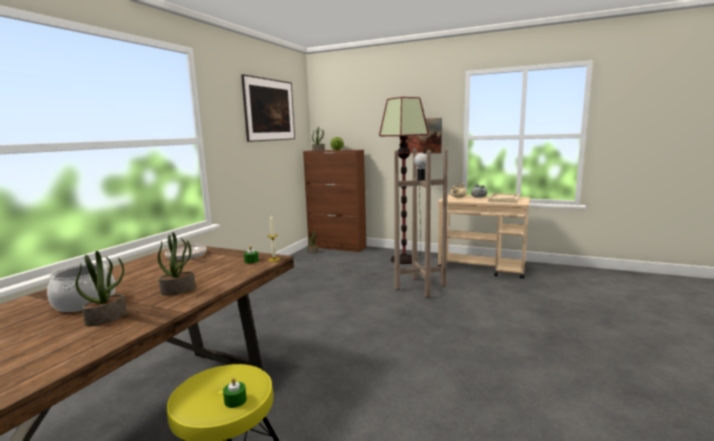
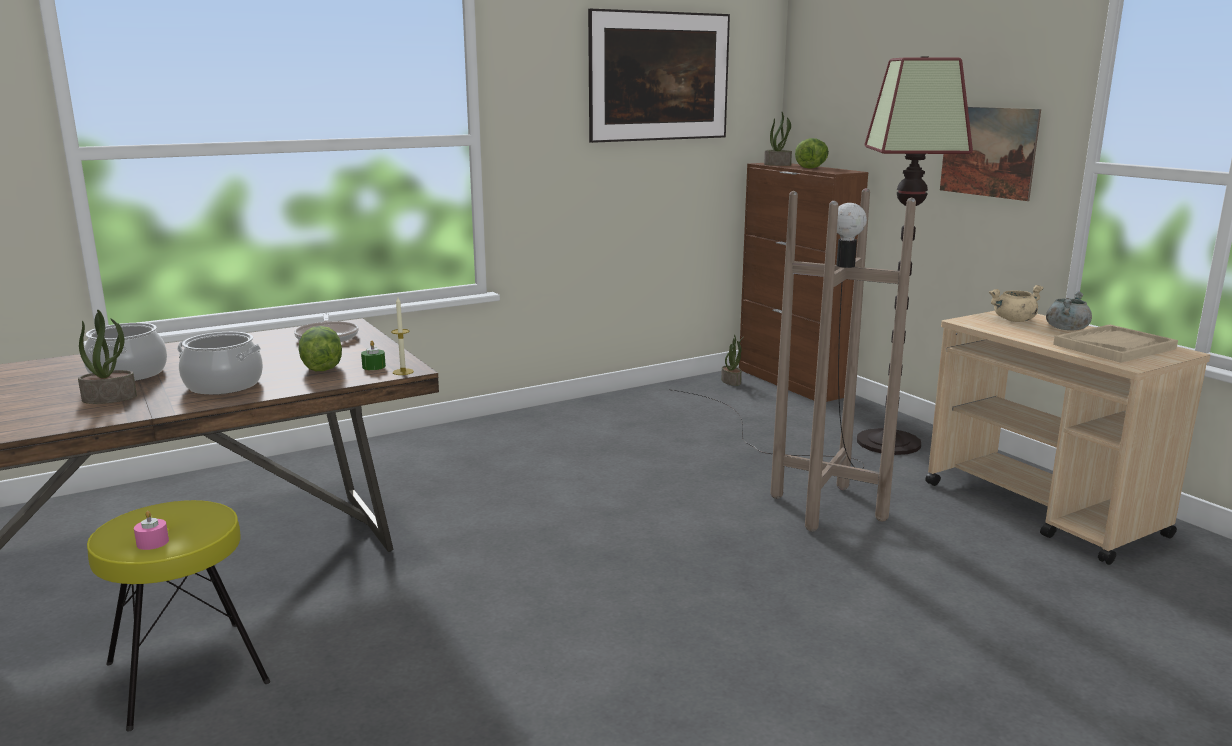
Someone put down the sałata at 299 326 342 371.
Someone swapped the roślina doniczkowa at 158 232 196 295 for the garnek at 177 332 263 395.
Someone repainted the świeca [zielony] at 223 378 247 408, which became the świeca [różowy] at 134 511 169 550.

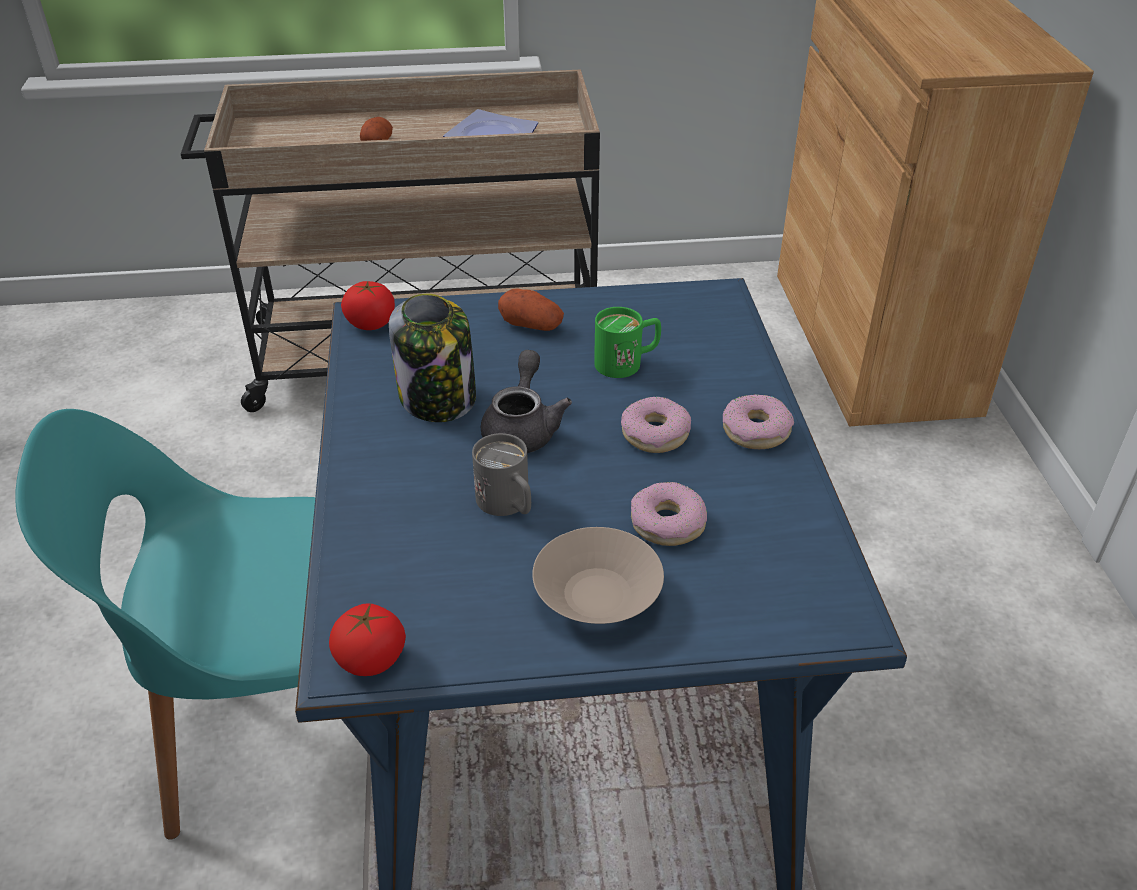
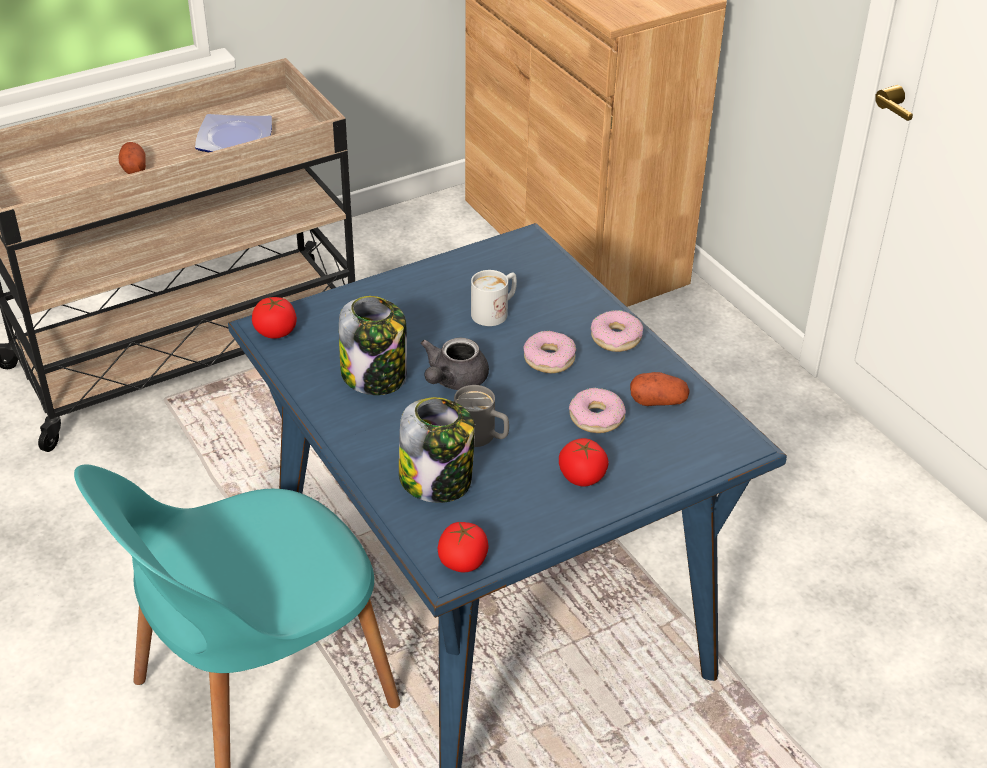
Someone put down the słoik at 399 397 475 503.
Someone carried the ziemniak from 498 289 564 331 to 630 372 690 406.
Someone swapped the miska [beżowy] at 532 527 664 624 for the pomidor at 559 438 609 486.
Someone repainted the kubek [zielony] at 594 307 661 378, which became the kubek [biały] at 471 270 517 326.
Someone rotated the imbryk [szary] at 481 350 572 453 by 135 degrees counterclockwise.

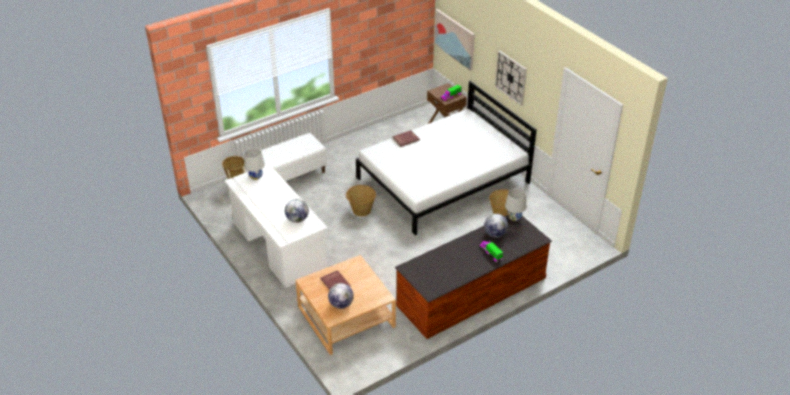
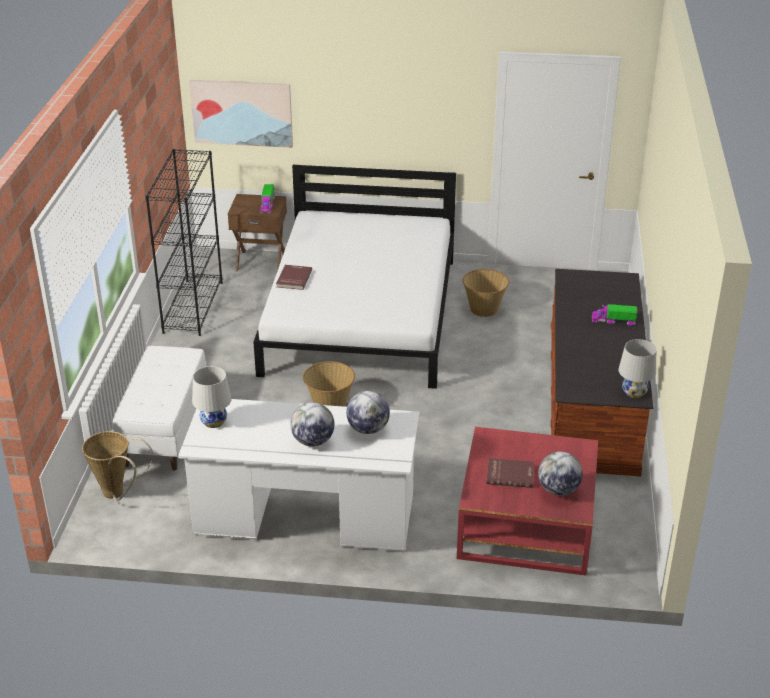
Someone took away the zegar ścienny at 495 50 527 106.
Someone put down the regał [czarny] at 145 149 223 336.
Someone carried the globus from 484 214 508 238 to 290 402 335 447.
Someone carried the lampa stołowa [biały] from 505 188 526 221 to 619 339 656 398.
Someone repainted the ława [beżowy] at 295 255 396 355, which became the ława [czerwony] at 457 427 598 576.

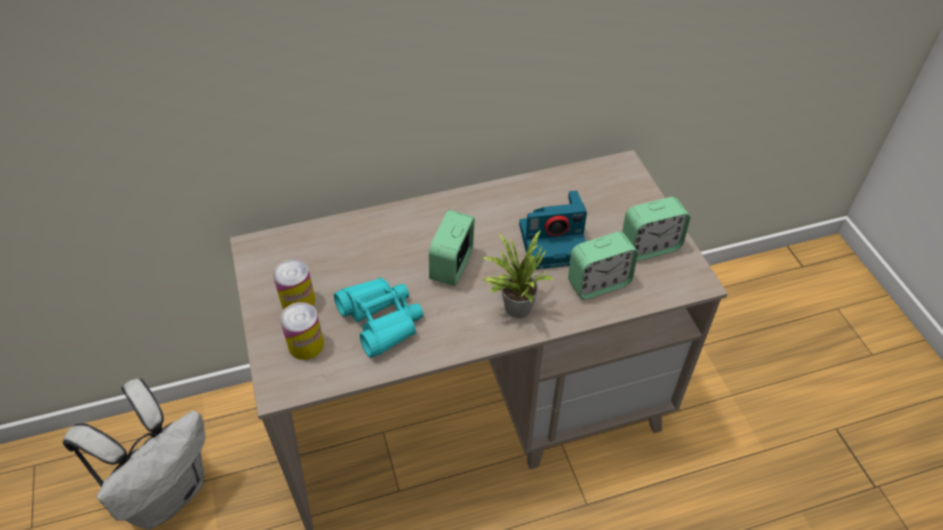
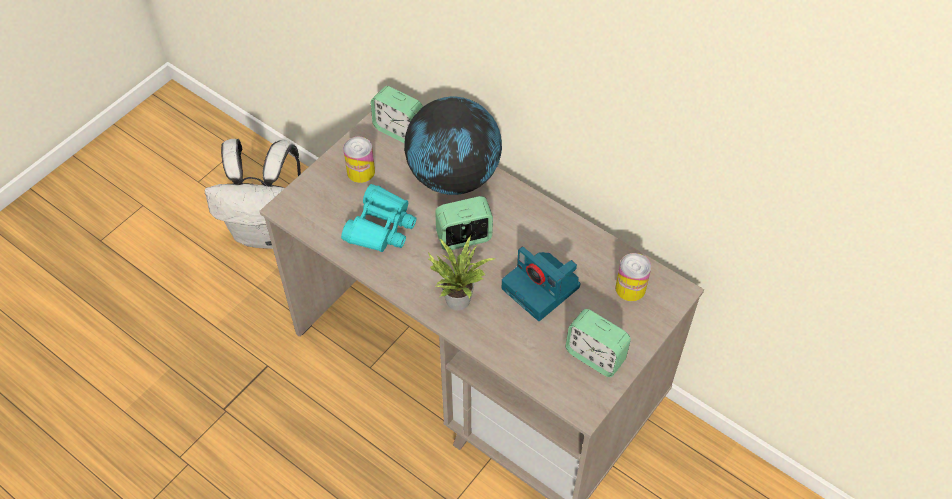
Someone put down the globus at 404 97 502 195.
Someone carried the puszka from 280 302 324 360 to 615 253 651 301.
Someone carried the budzik from 568 232 638 300 to 371 86 423 144.

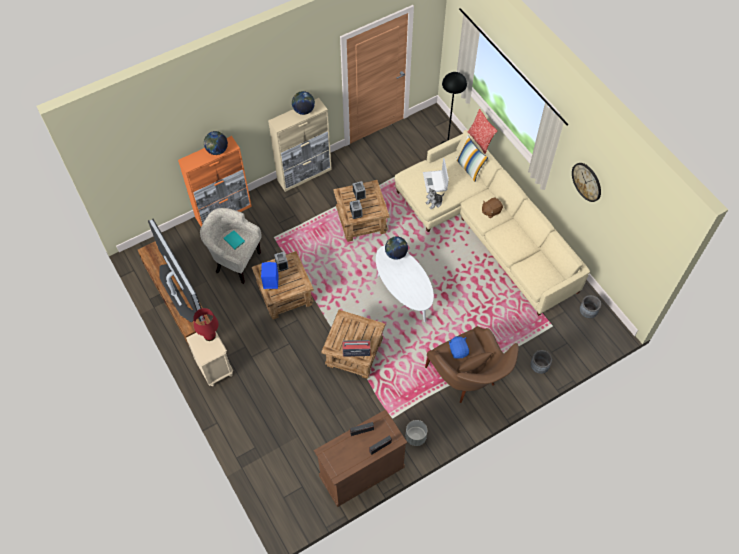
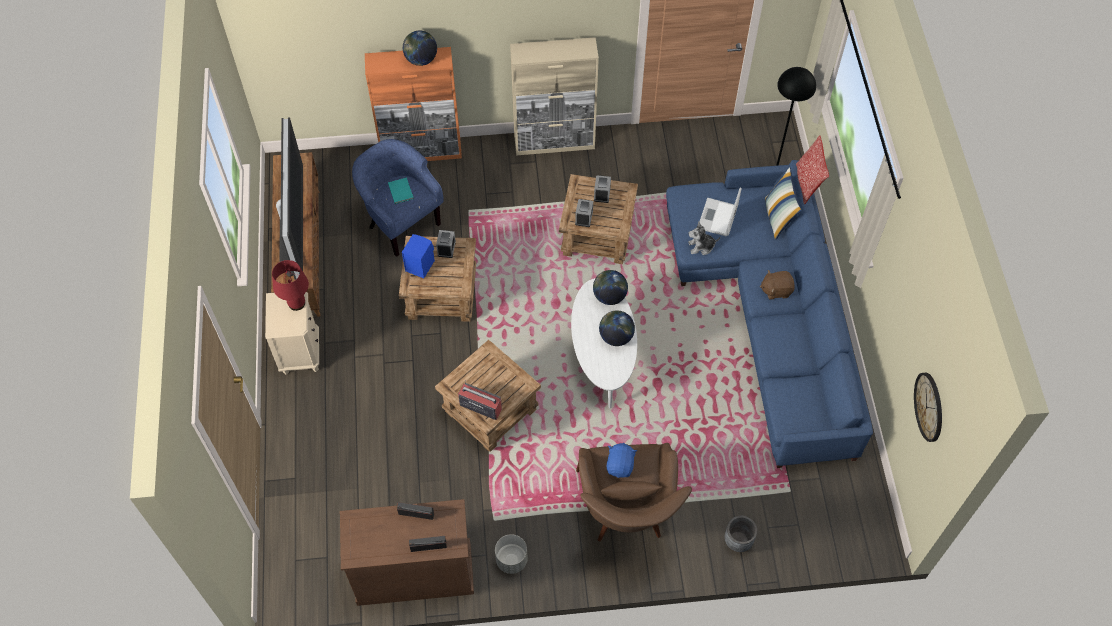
Someone took away the donica [szary] at 580 295 601 318.
Someone carried the globus from 292 91 315 115 to 599 311 635 346.
Someone carried the zegar ścienny from 572 163 601 202 to 914 373 942 442.
Someone repainted the fotel [beżowy] at 200 208 262 284, which became the fotel [niebieski] at 352 139 444 257.
Someone repainted the kanapa [beżowy] at 395 130 590 316, which became the kanapa [niebieski] at 666 160 873 468.

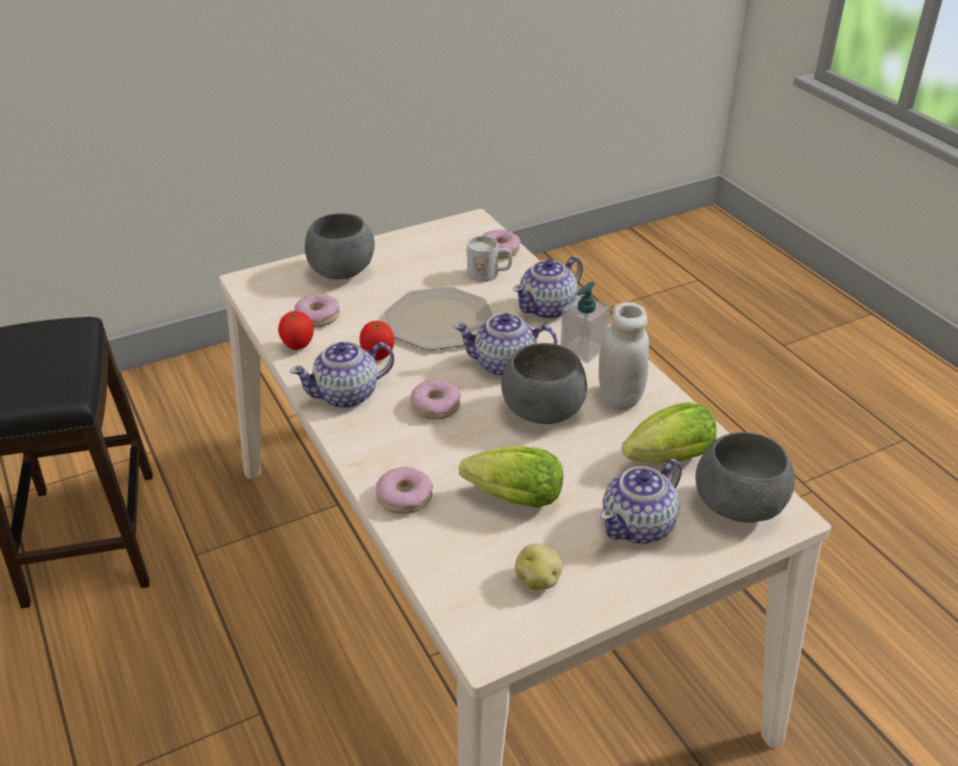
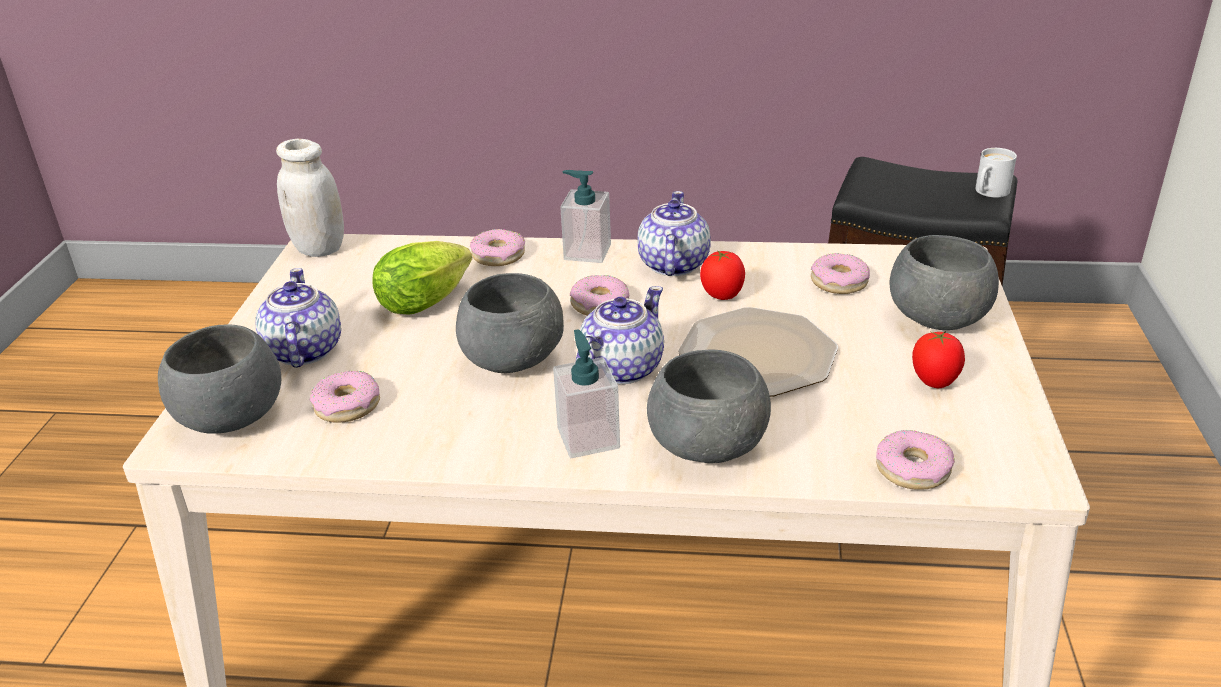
Someone took away the ziemniak at 515 544 562 590.
Someone put down the dozownik mydła at 560 170 611 263.
Someone carried the pomidor from 278 311 314 350 to 912 331 965 388.
Someone carried the kubek [biały] from 467 236 512 282 to 975 148 1017 198.
Someone carried the słoik [biały] from 599 302 649 410 to 276 138 344 257.
Someone swapped the imbryk at 513 256 583 319 for the miska [szary] at 647 350 771 463.
Someone swapped the sałata at 622 403 717 463 for the donut at 310 371 380 423.

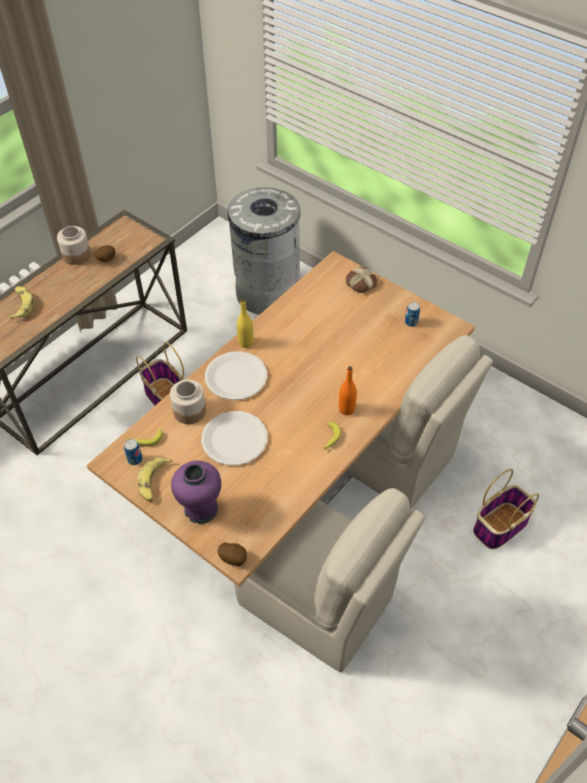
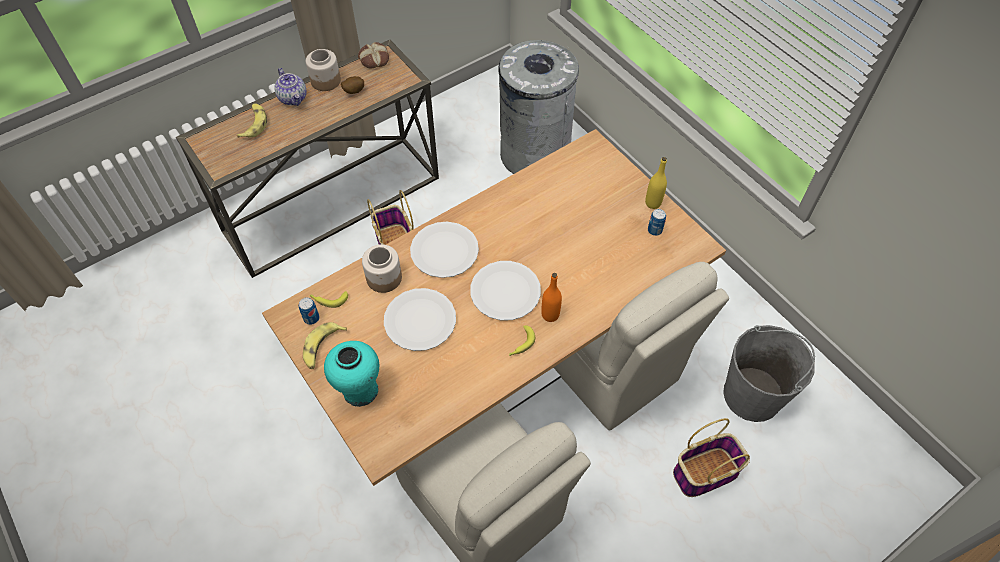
Someone took away the ziemniak at 218 542 247 566.
Someone put down the imbryk at 274 68 307 106.
Someone put down the talerz [biały] at 470 261 541 320.
Someone put down the wiadro [szary] at 723 325 815 422.
Someone carried the butelka [żółty] from 237 299 254 348 to 645 157 667 209.
Someone carried the chleb from 346 267 377 293 to 358 42 389 69.
Someone repainted the wazon [fioletowy] at 171 461 221 524, which became the wazon [turkusowy] at 324 341 379 407.

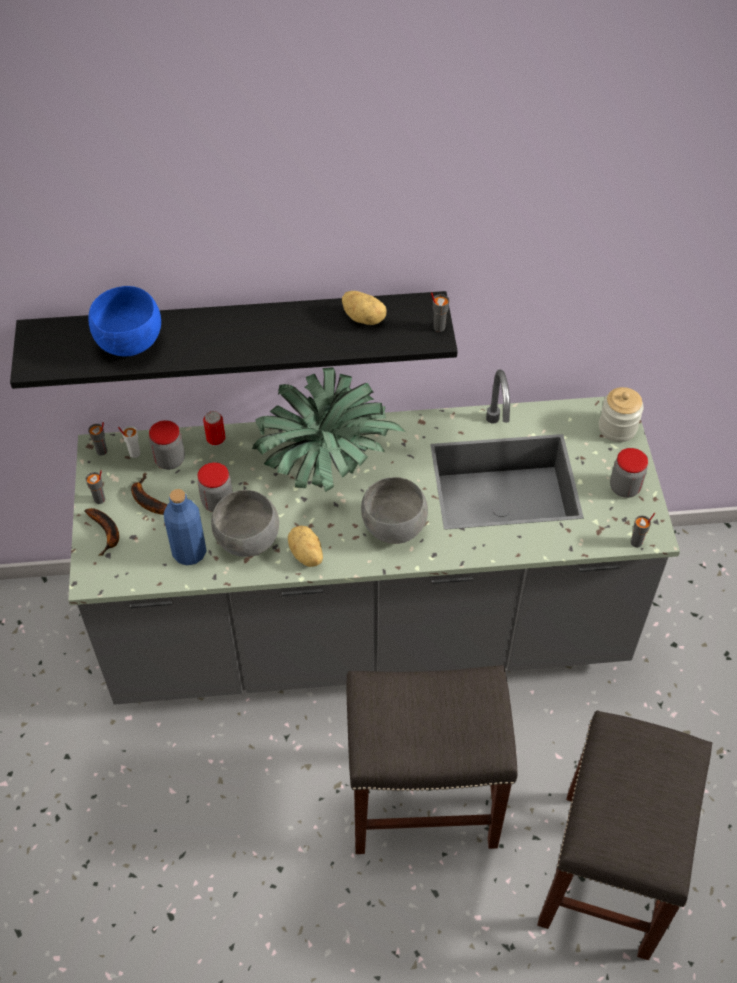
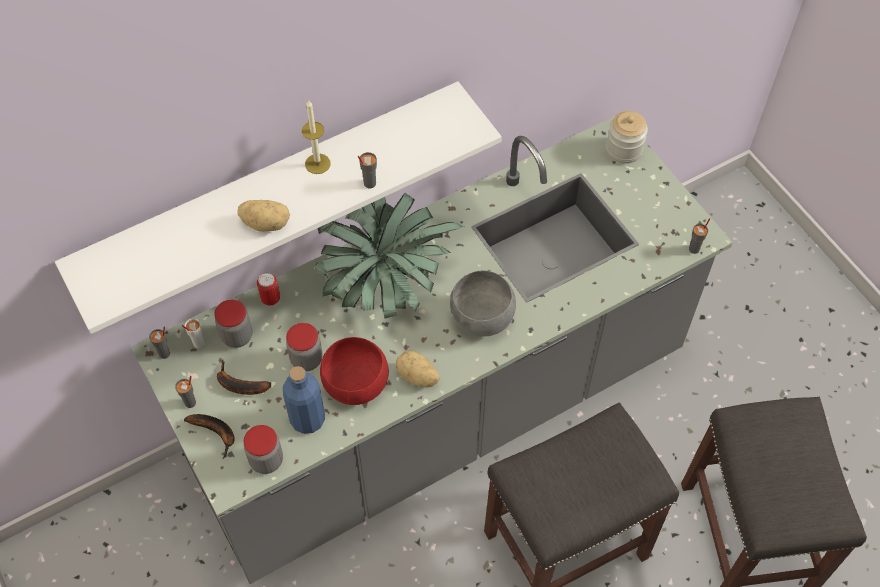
Someone took away the miska [niebieski] at 88 286 161 357.
Someone put down the świeca at 302 101 331 174.
Someone carried the ziemniak from 342 291 387 325 to 237 200 290 232.
Someone carried the filiżanka [szary] from 431 292 449 332 to 358 152 377 188.
Someone carried the słoik from 610 448 648 498 to 244 425 283 474.
Someone repainted the półka [czarny] at 10 291 458 389, which became the półka [biały] at 55 81 502 334.
Someone repainted the miska [szary] at 211 490 279 557, which became the miska [czerwony] at 320 337 389 405.

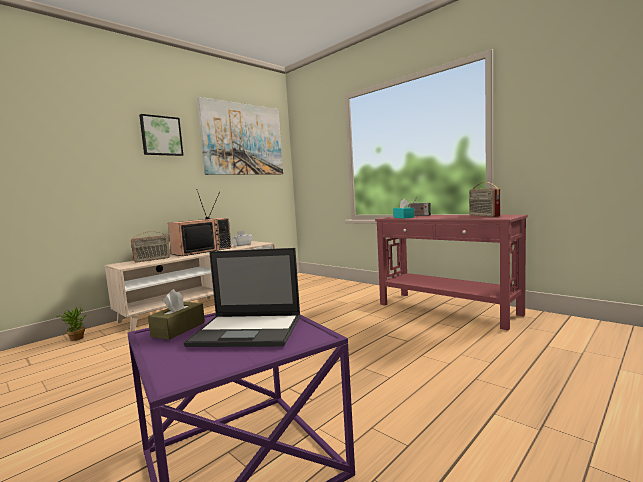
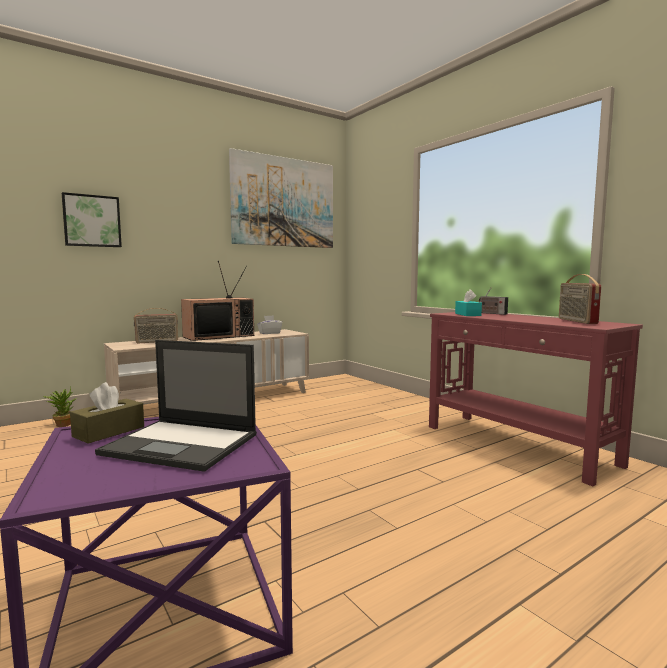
Someone carried the obraz from 139 114 183 156 to 62 192 122 247.

